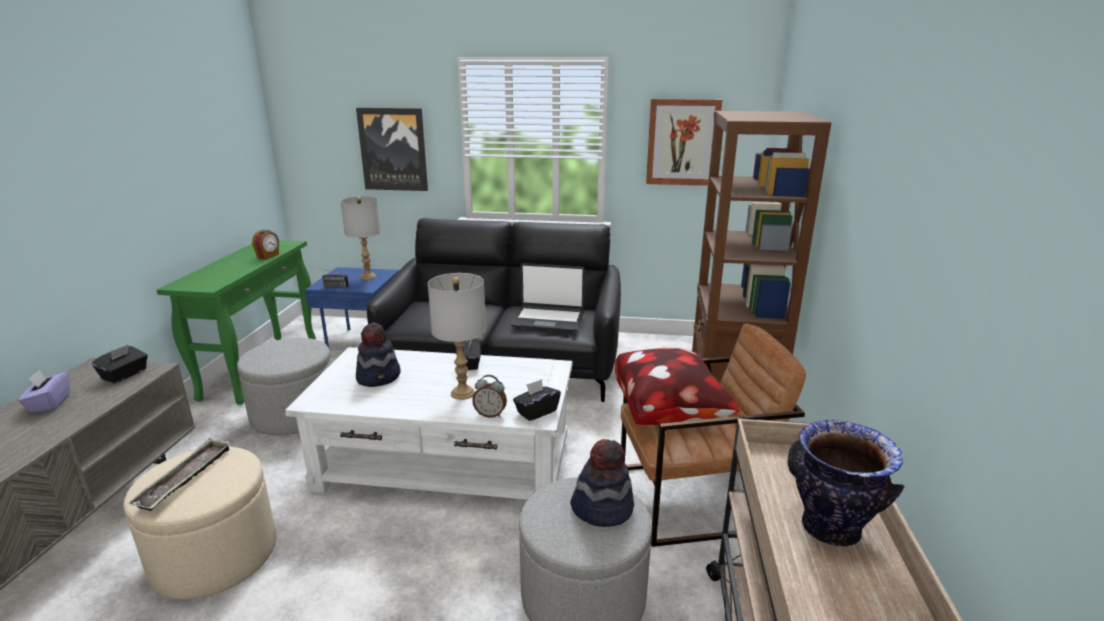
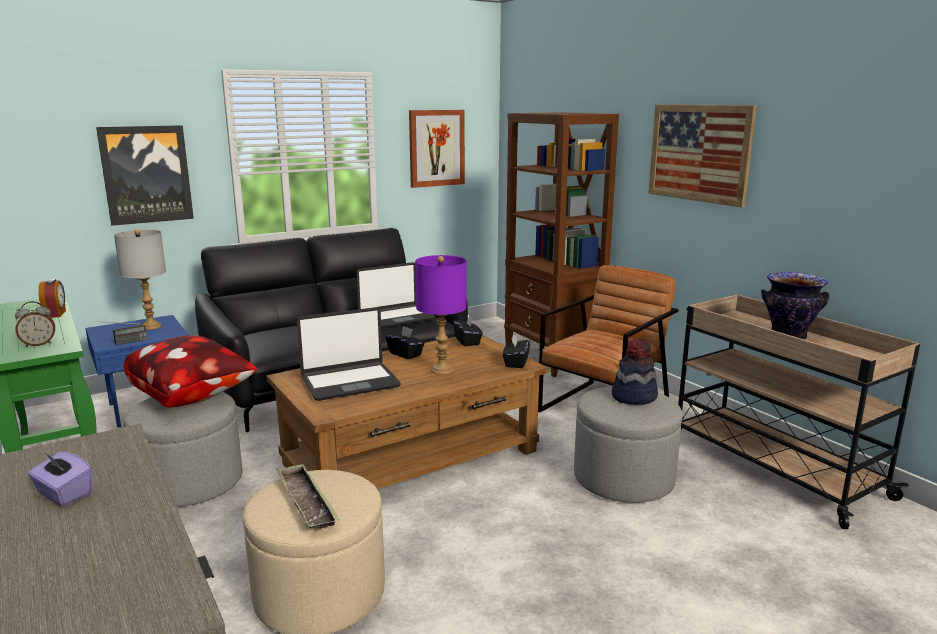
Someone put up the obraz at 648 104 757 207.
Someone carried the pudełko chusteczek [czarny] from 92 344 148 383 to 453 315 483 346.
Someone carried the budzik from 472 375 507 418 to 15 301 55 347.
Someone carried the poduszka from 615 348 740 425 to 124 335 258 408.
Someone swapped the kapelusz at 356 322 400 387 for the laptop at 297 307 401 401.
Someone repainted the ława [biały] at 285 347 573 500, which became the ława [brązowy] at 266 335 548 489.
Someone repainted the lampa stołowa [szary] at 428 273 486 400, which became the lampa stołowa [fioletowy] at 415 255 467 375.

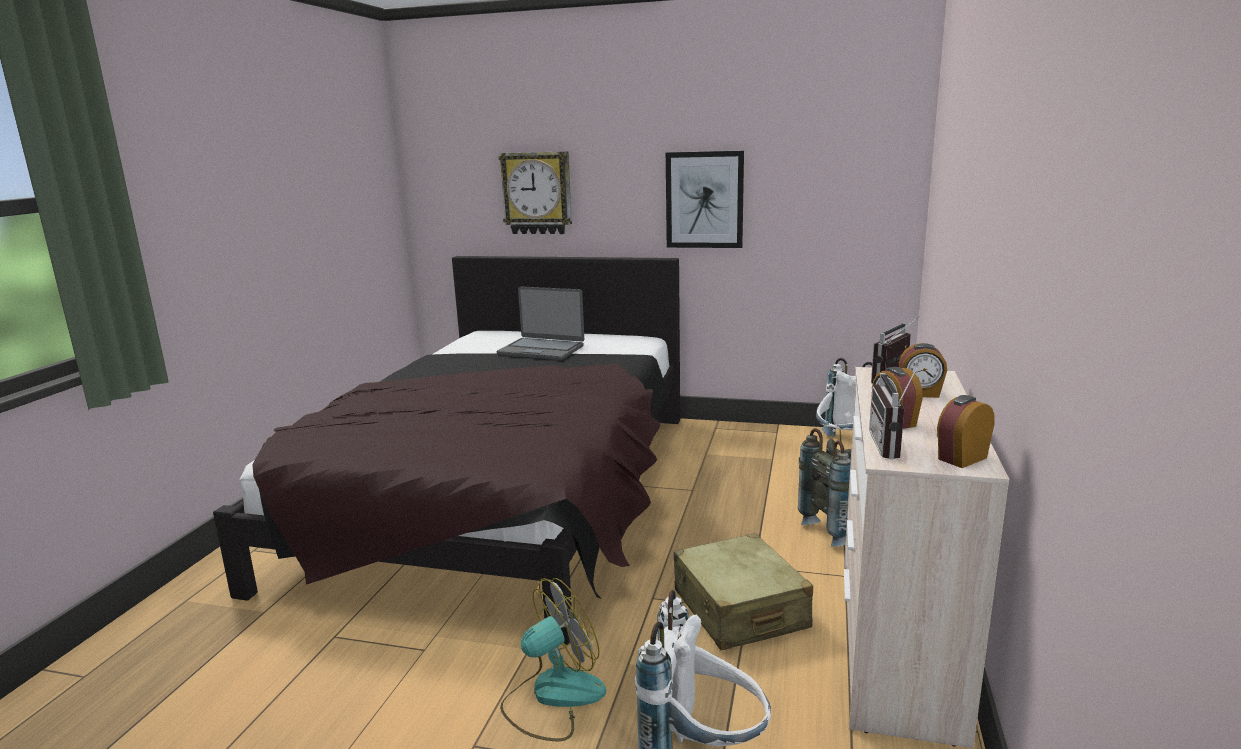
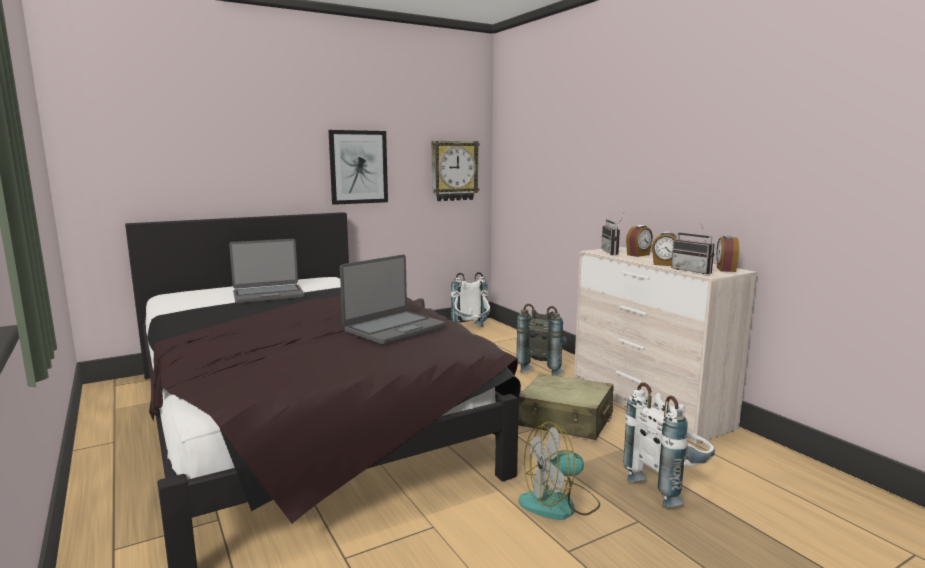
Someone put down the laptop at 340 255 446 345.
Someone carried the zegar ścienny from 499 151 572 234 to 432 141 480 201.
Someone rotated the wentylator at 500 578 606 741 by 120 degrees counterclockwise.

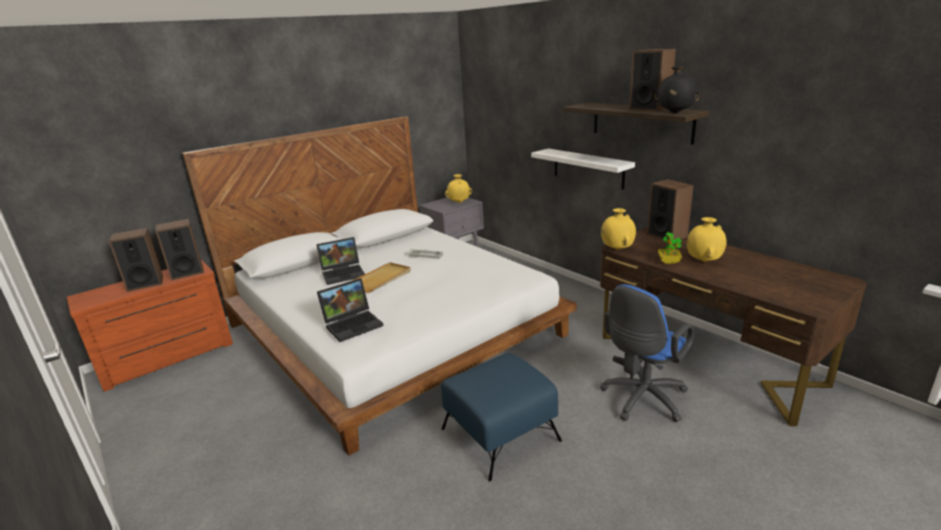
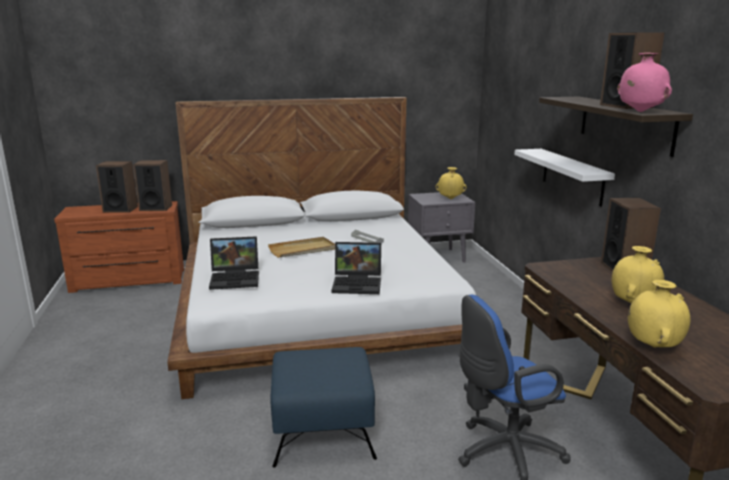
Someone took away the roślina doniczkowa at 658 232 682 264.
Someone carried the laptop from 316 237 365 285 to 331 242 381 294.
Someone carried the wazon [żółty] from 601 208 636 250 to 628 280 690 347.
Someone repainted the wazon [czarny] at 654 66 700 114, which became the wazon [różowy] at 617 53 672 112.

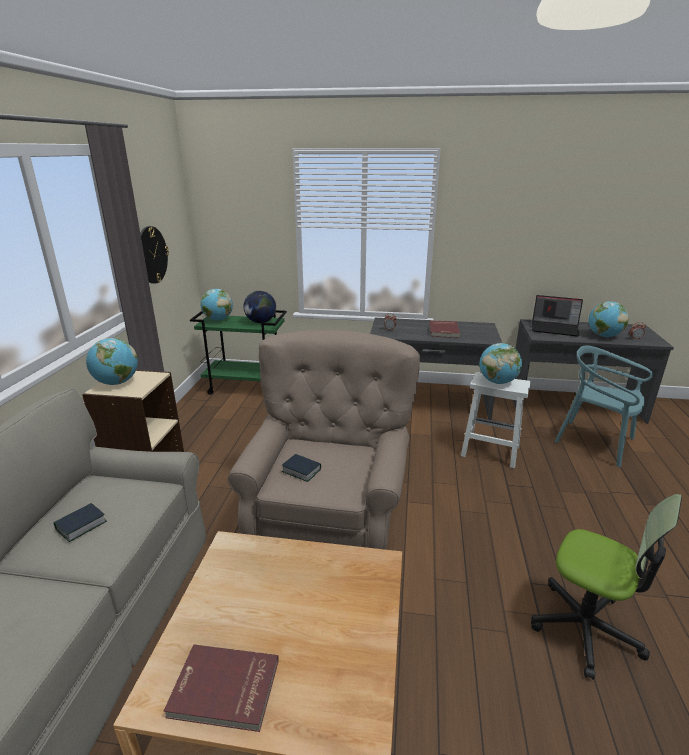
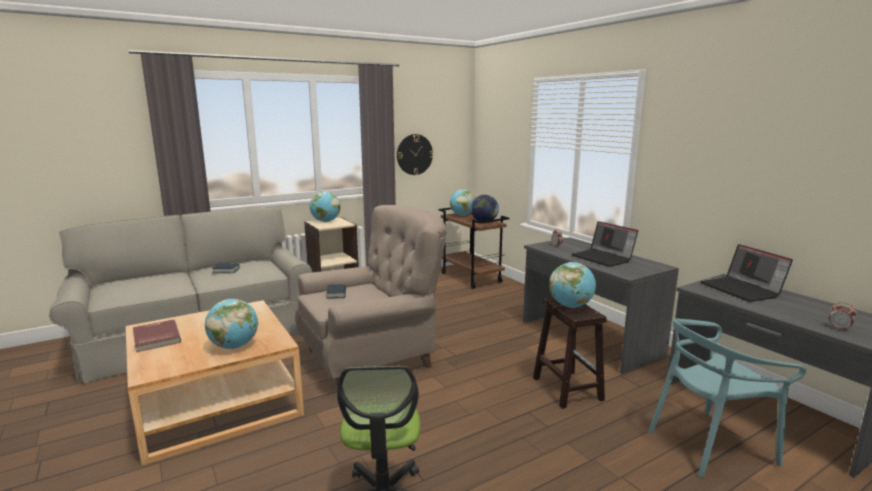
Someone carried the globus from 589 301 629 337 to 205 299 258 349.
Someone swapped the książka [czerwony] at 429 320 460 338 for the laptop at 571 221 638 267.
Someone repainted the wózek [zielony] at 190 310 287 395, which became the wózek [brązowy] at 438 208 510 289.
Someone repainted the stołek [biały] at 461 372 531 468, which became the stołek [brązowy] at 533 297 607 409.
Someone rotated the krzesło [turkusowy] at 555 346 653 467 by 105 degrees counterclockwise.

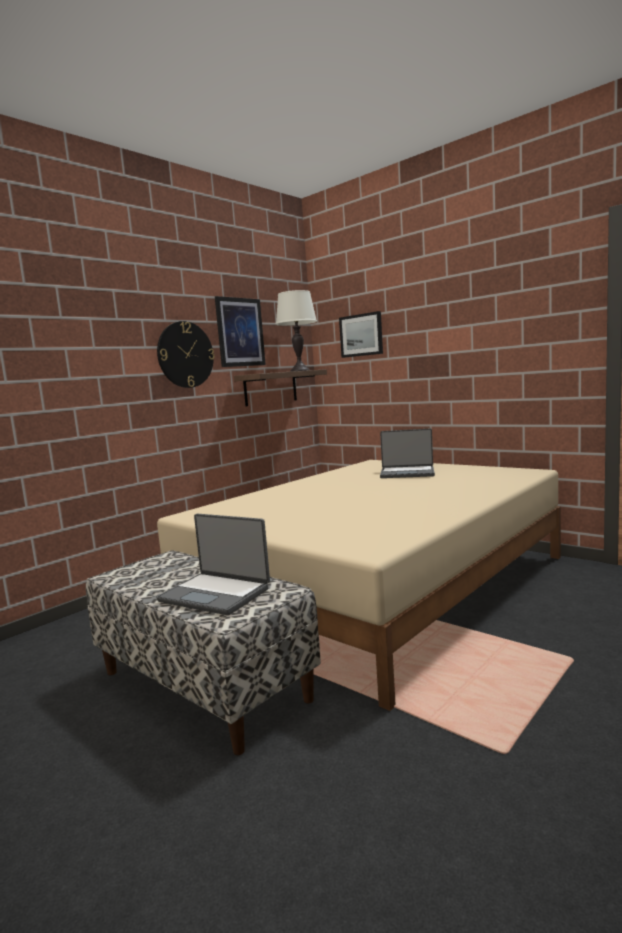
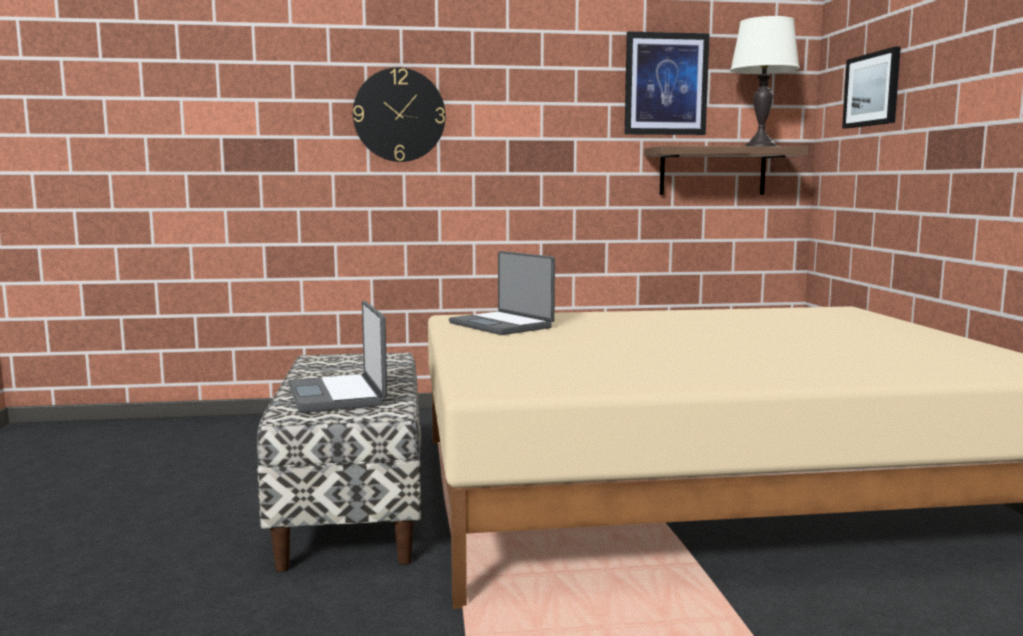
Someone carried the zegar ścienny from 157 321 215 388 to 353 67 446 162.
Someone carried the laptop from 380 428 435 478 to 449 251 555 335.

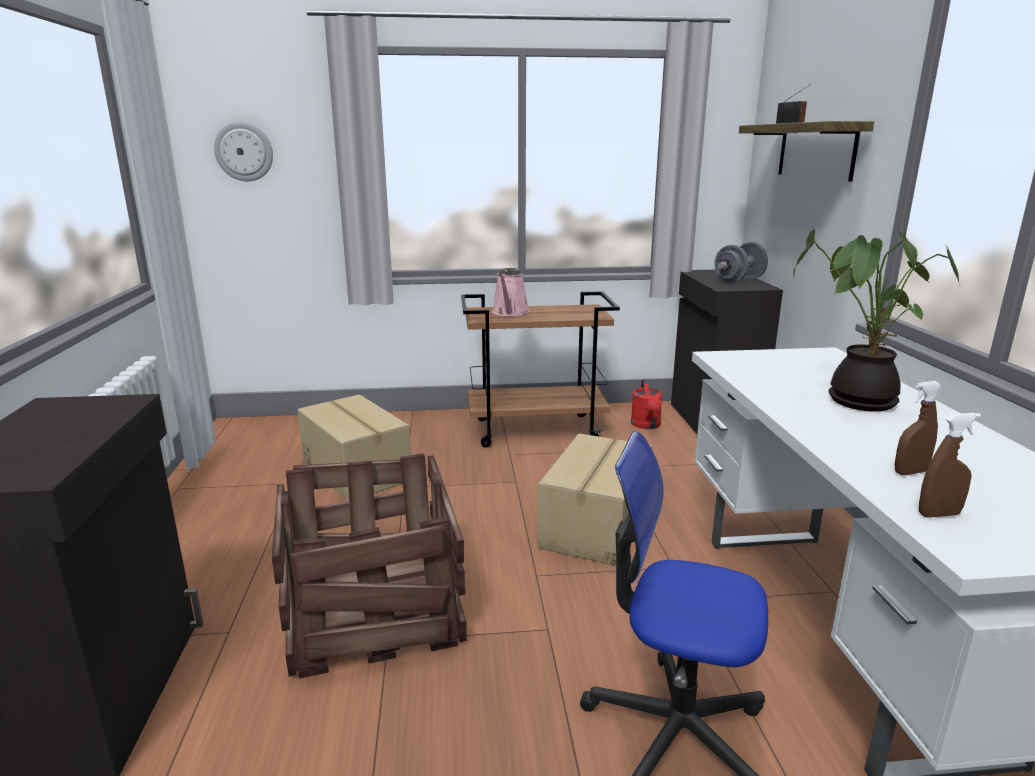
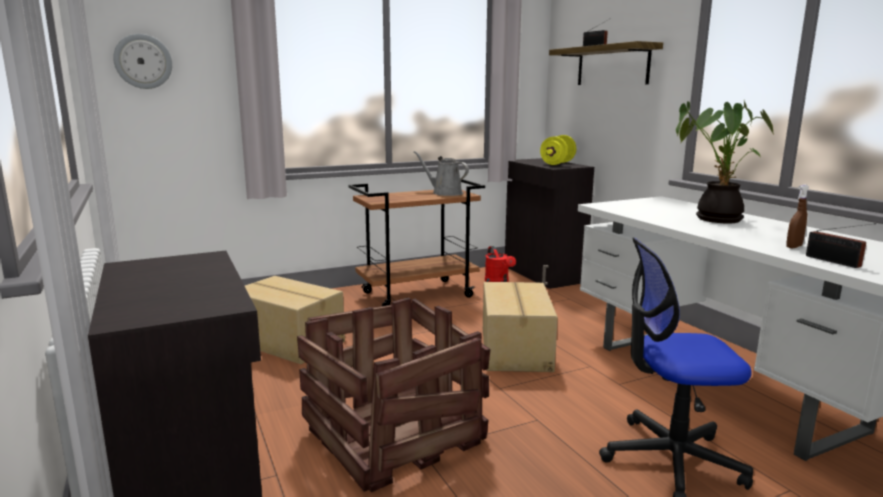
Someone took away the konewka [różowy] at 492 268 530 316.
Someone put down the konewka [szary] at 414 151 469 196.
Someone swapped the spryskiwacz [brązowy] at 919 413 981 517 for the radio at 806 223 876 268.
Someone repainted the hantel [szary] at 714 242 768 283, which became the hantel [żółty] at 540 135 576 165.

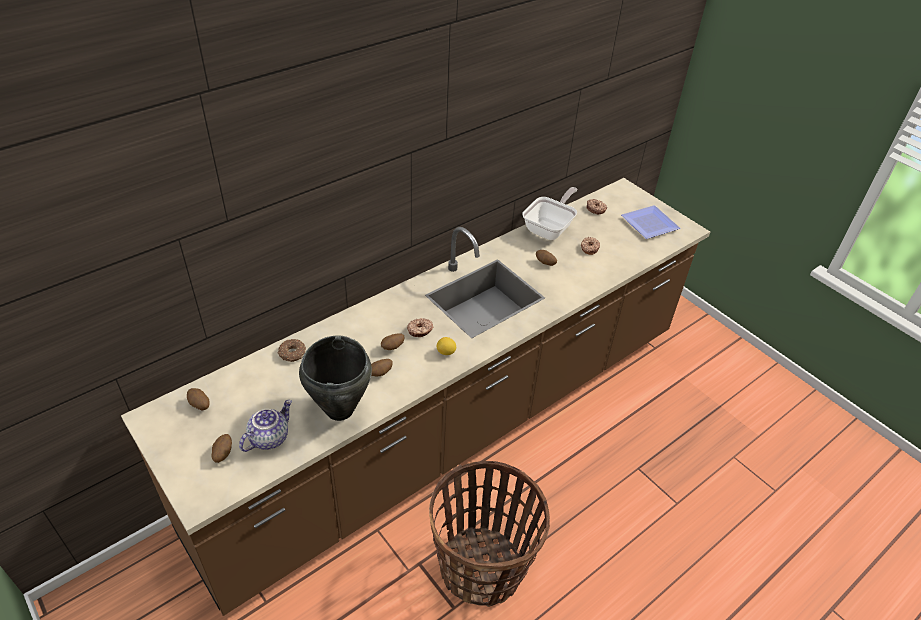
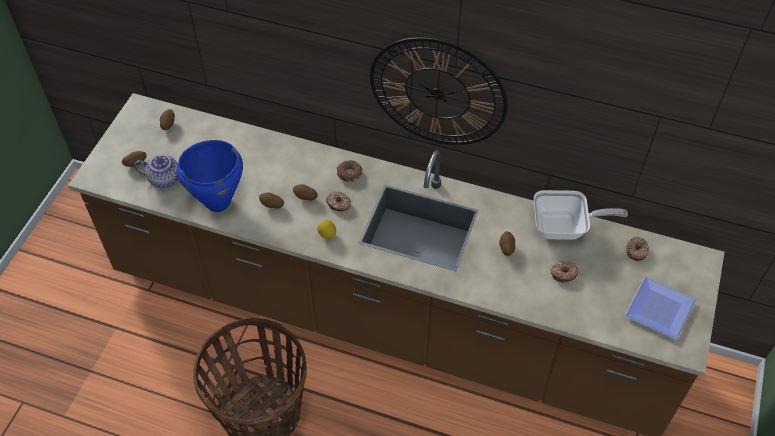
Someone put up the zegar ścienny at 370 37 508 145.
Someone carried the donut from 277 339 306 362 to 337 160 362 182.
Someone repainted the garnek [czarny] at 299 335 372 421, which became the garnek [niebieski] at 177 140 243 212.

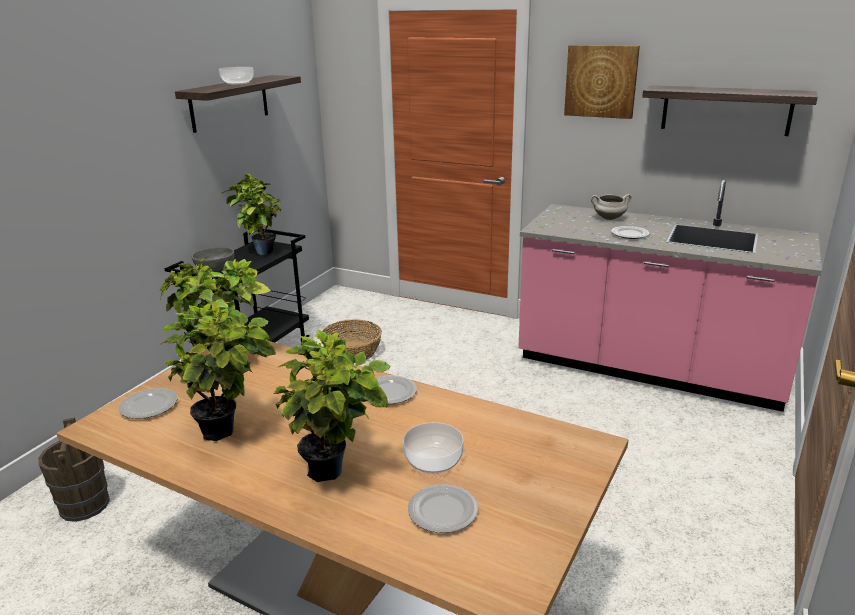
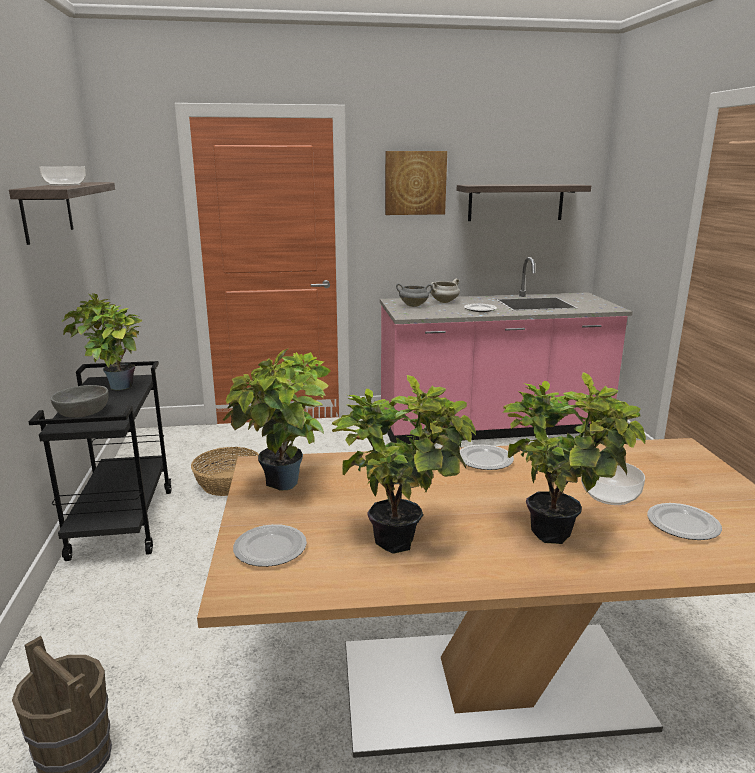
Someone put down the garnek [szary] at 396 283 433 307.

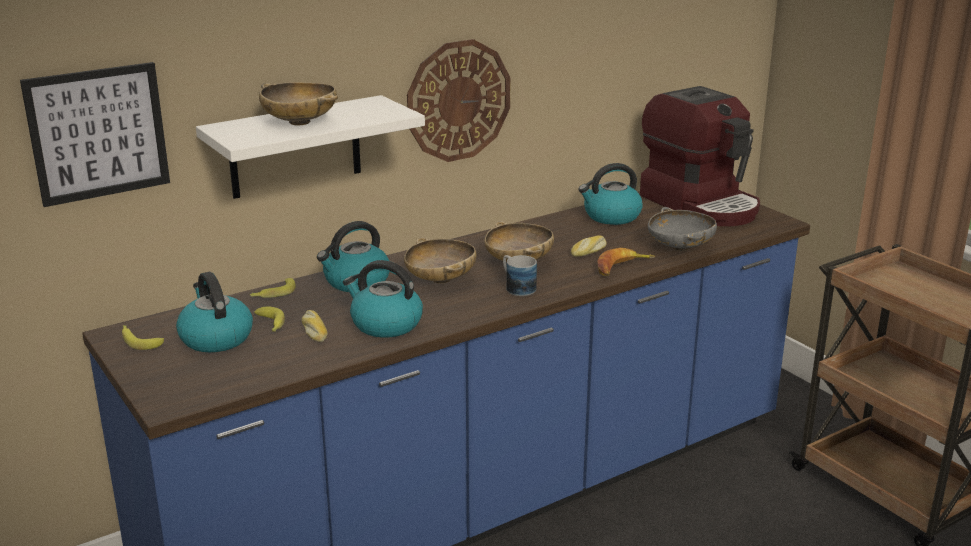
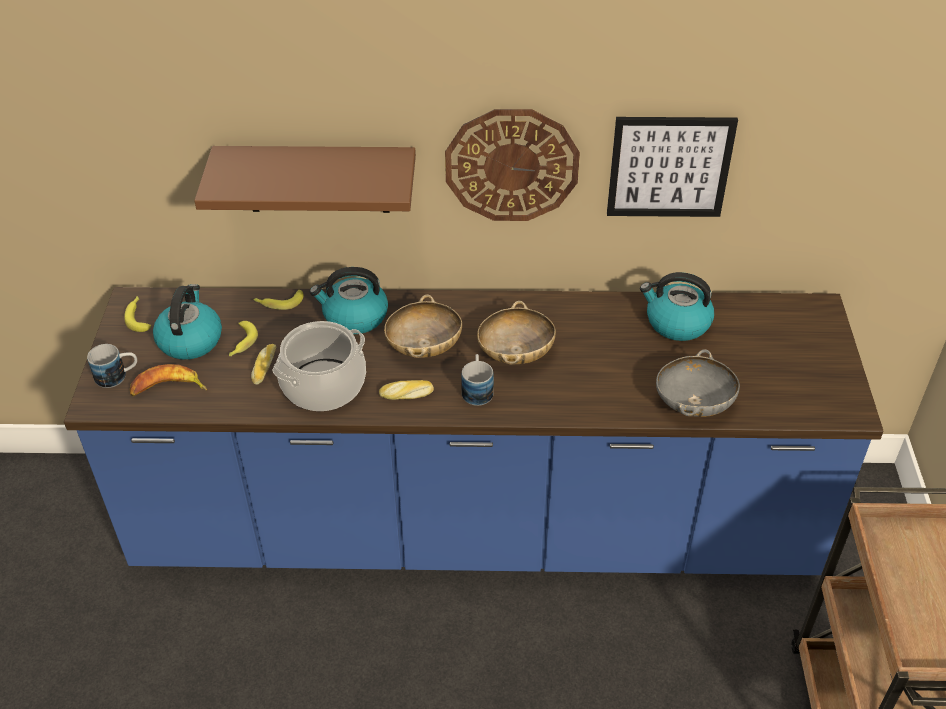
Someone took away the miska [beżowy] at 259 82 338 125.
Someone took away the ekspres do kawy at 640 86 760 226.
Someone put down the kubek at 87 344 137 388.
Someone carried the obraz from 20 62 170 207 to 607 117 738 217.
Someone carried the chleb from 571 235 607 257 to 379 380 434 400.
Someone carried the banan from 597 248 655 276 to 130 364 207 396.
Someone swapped the czajnik at 343 260 423 337 for the garnek at 272 321 366 411.
Someone repainted the półka [biały] at 196 95 425 199, which became the półka [brązowy] at 194 146 416 213.

